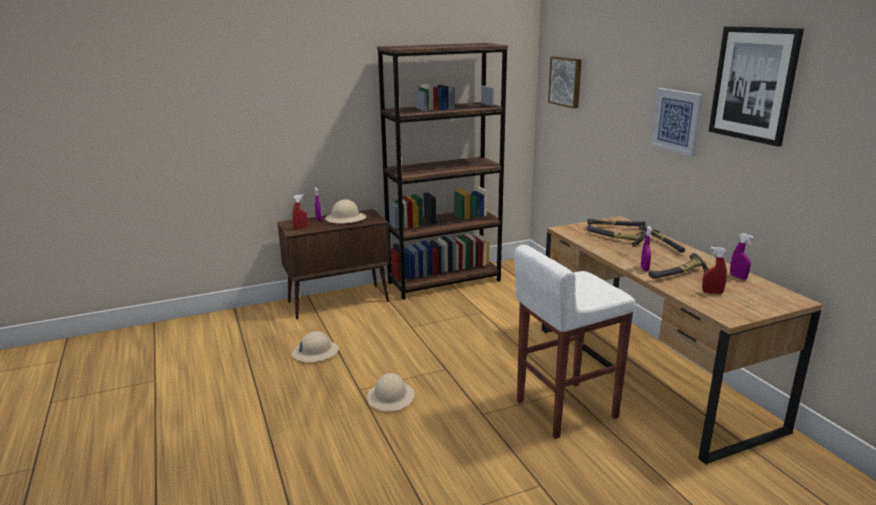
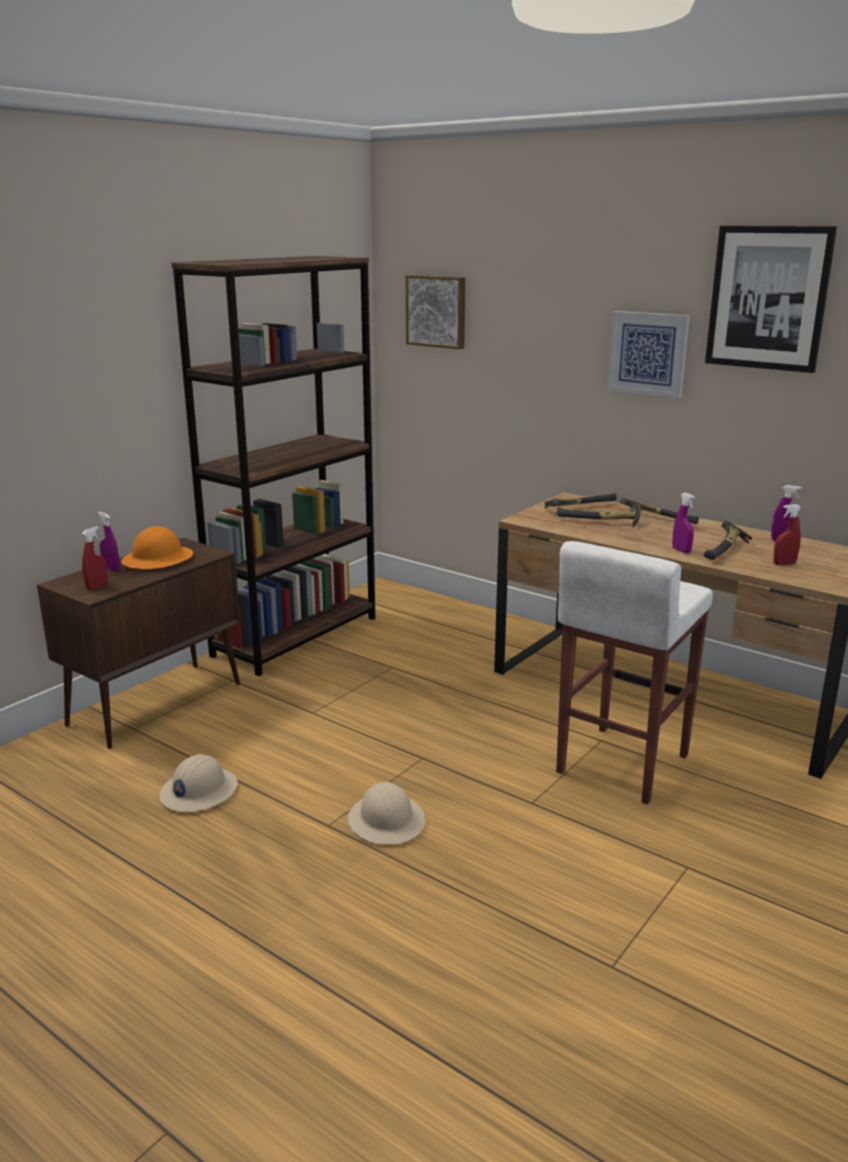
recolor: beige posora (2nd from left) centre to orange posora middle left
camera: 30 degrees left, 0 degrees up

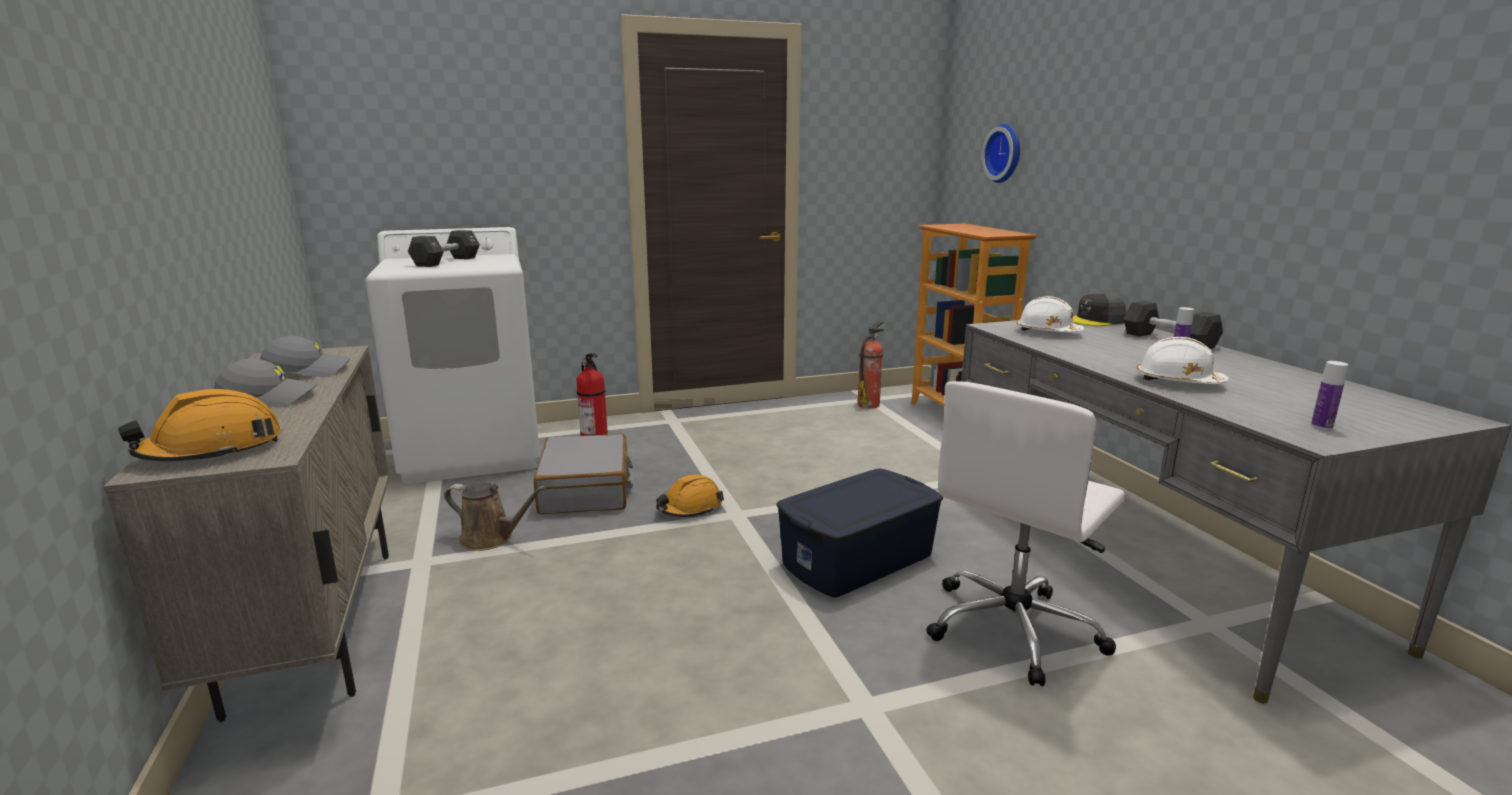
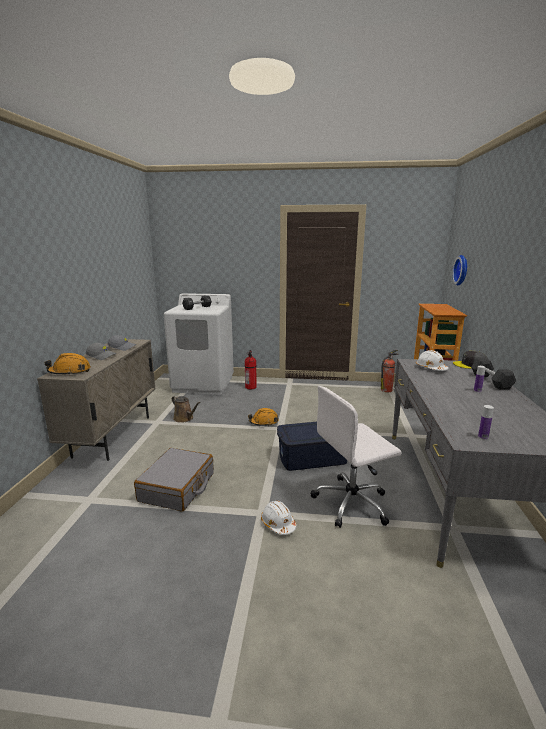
move: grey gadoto centre to middle left; white posora (2nd from left in the first image) middle right to white posora (1st from left) bottom centre
camera: 25 degrees right, 0 degrees up

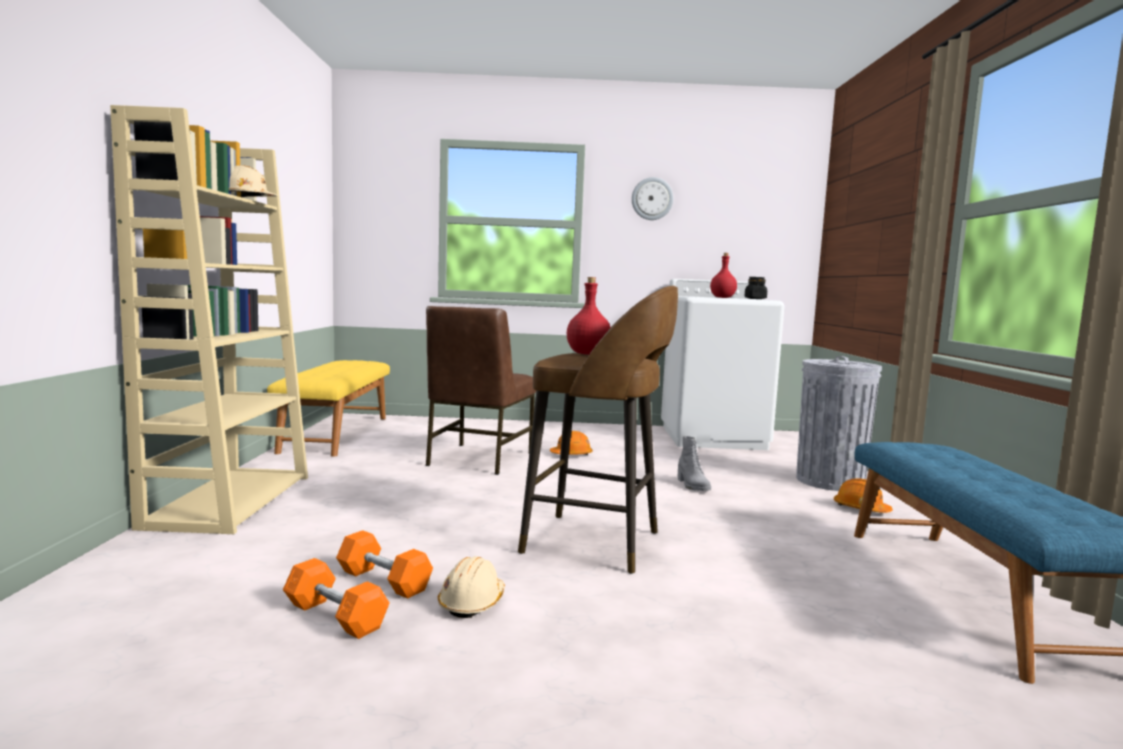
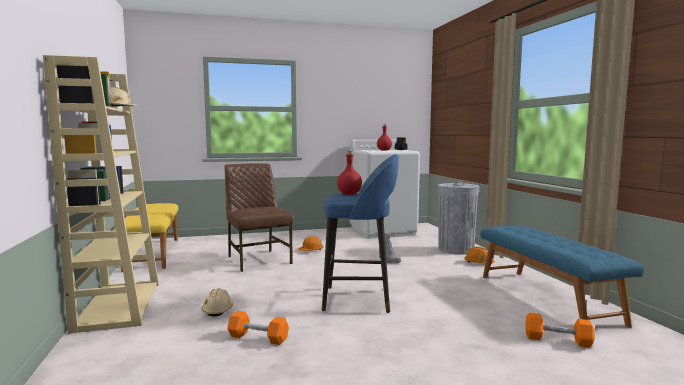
delete: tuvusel top centre
move: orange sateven (1st from left in the first image) bottom left to orange sateven (2nd from left) bottom right; beige posora (2nd from left) bottom centre to bottom left
recolor: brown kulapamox centre to blue kulapamox centre
rotate: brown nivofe centre = centre 150 degrees clockwise
camera: 15 degrees left, 0 degrees up

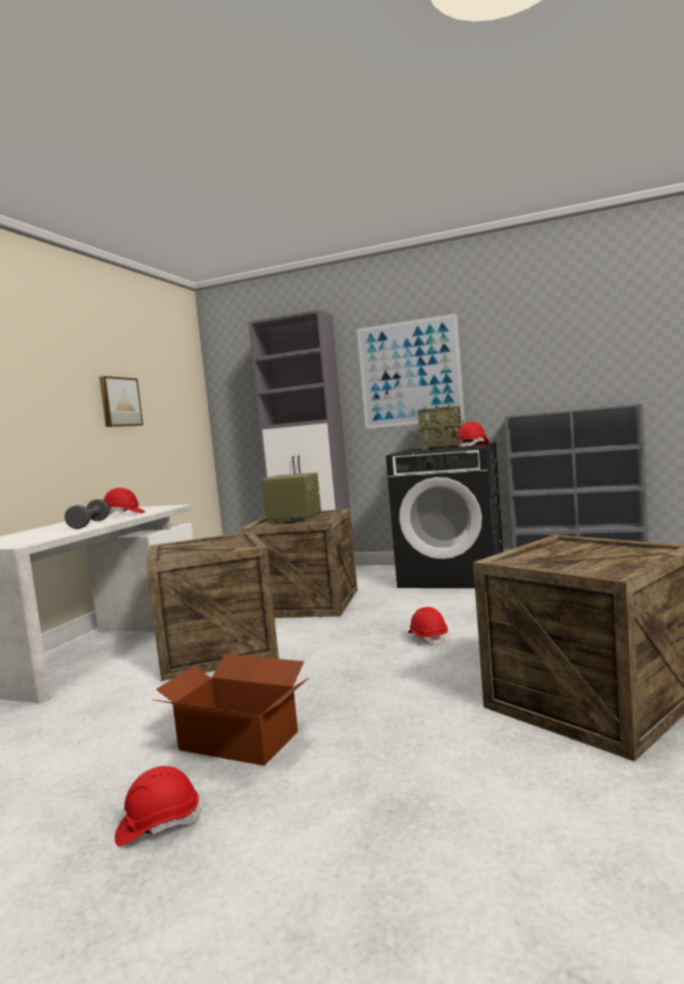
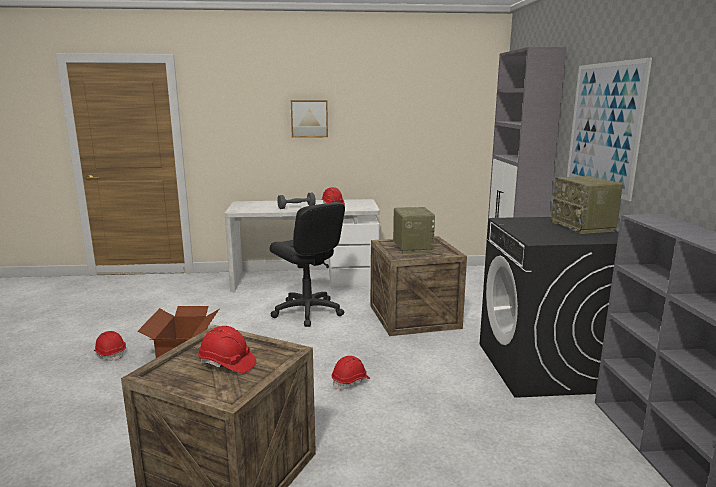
move: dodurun (1st from left) middle left to top centre; red posora (4th from left in the first image) middle right to red posora (2nd from left) bottom left
replace: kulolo (1st from left) middle left to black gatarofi centre
camera: 65 degrees right, 10 degrees up

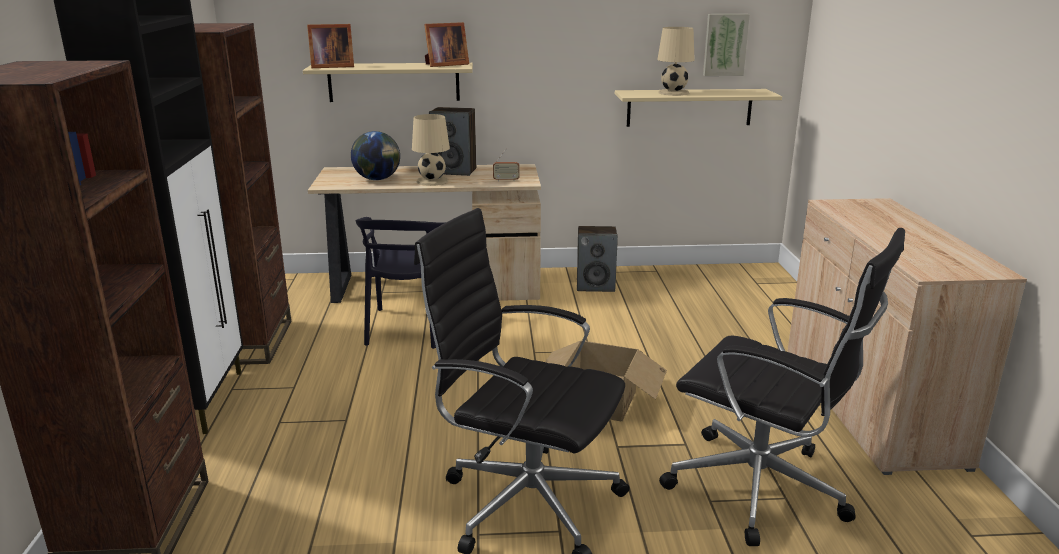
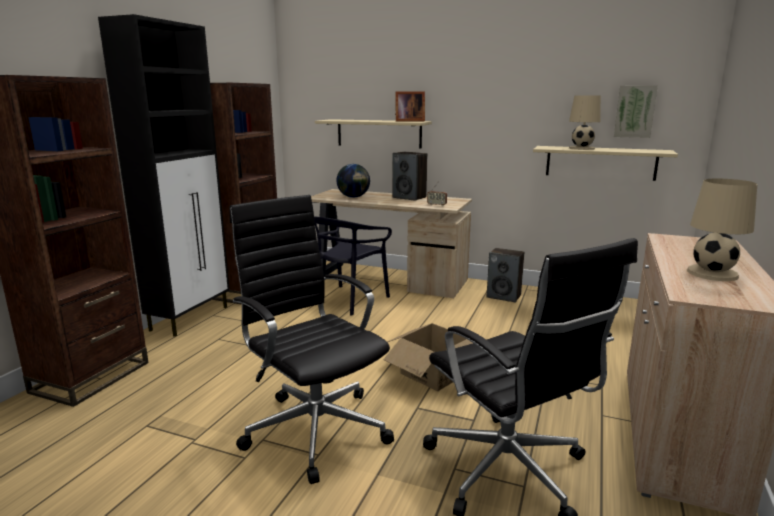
delete: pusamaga (1st from left) top left
move: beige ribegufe (1st from left in the first image) top centre to beige ribegufe (2nd from left) middle right
camera: 25 degrees right, 5 degrees down

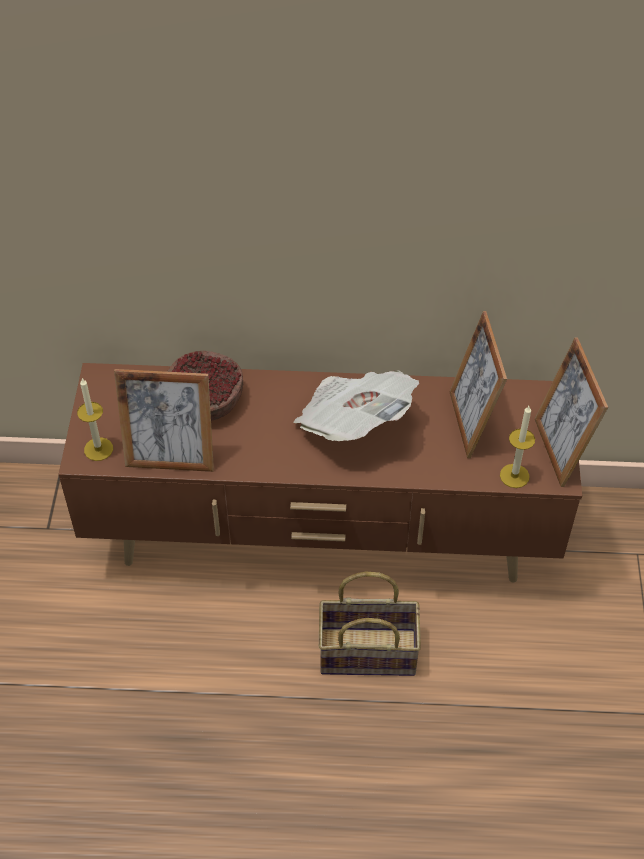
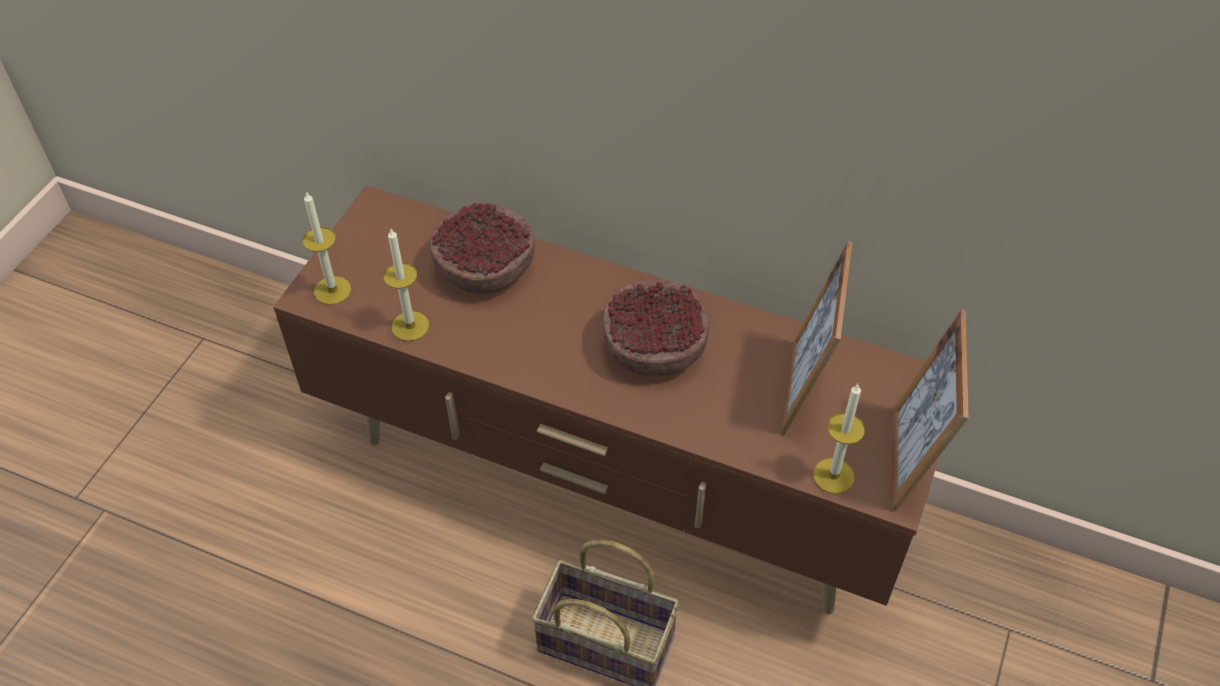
replace: pusamaga (1st from left) middle left to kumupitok (2nd from left) middle left; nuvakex centre to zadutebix (2nd from left) centre
camera: 20 degrees right, 0 degrees up

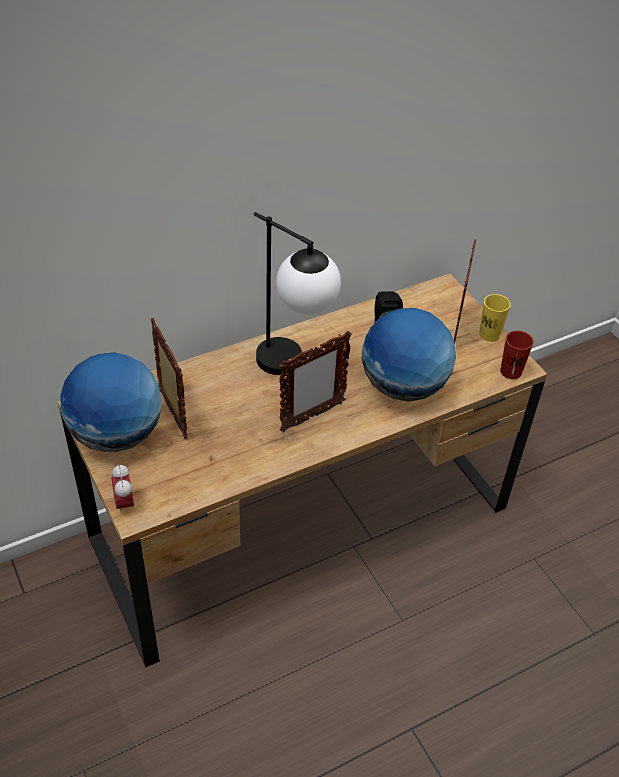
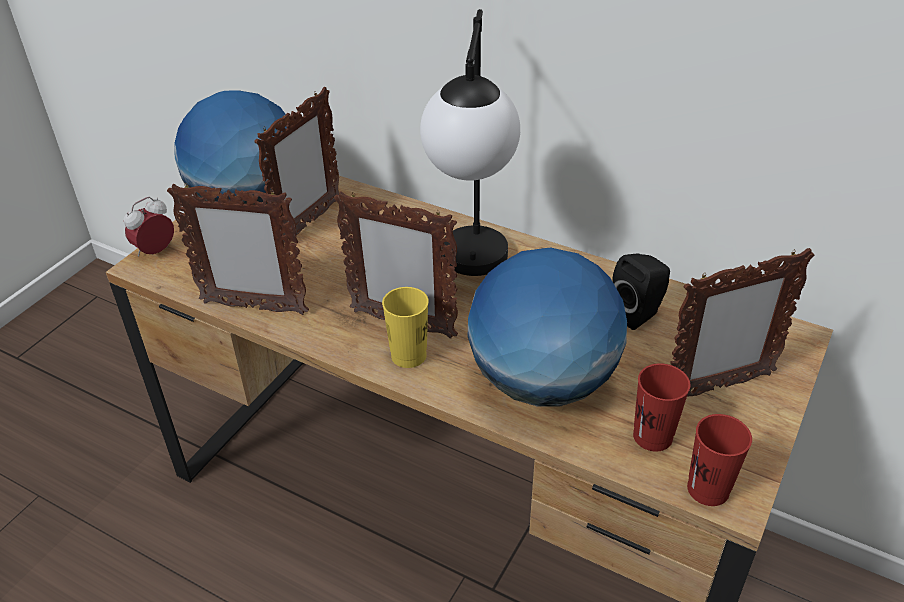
insert: pusamaga (1st from left) middle left; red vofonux (1st from left) bottom right
move: yellow vofonux middle right to centre
camera: 60 degrees right, 5 degrees down

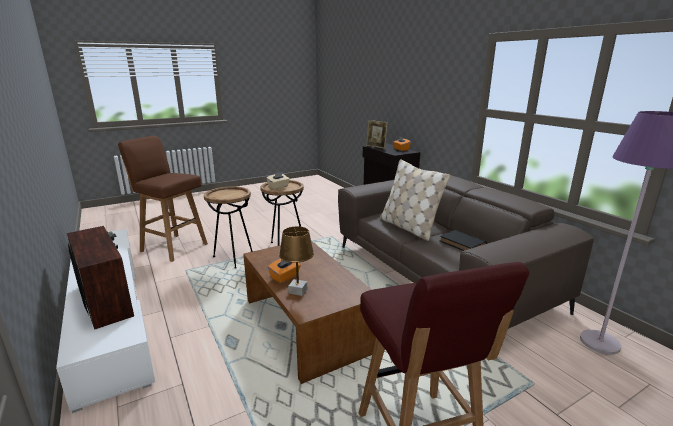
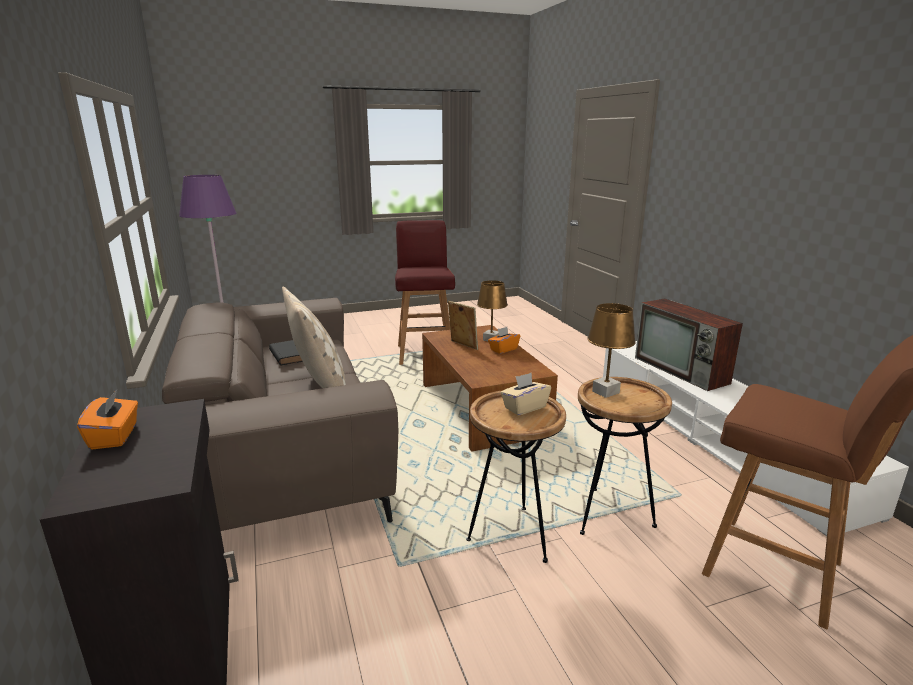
insert: brown ribegufe (2nd from left) middle right
move: pusamaga top centre to centre
camera: 170 degrees left, 0 degrees up

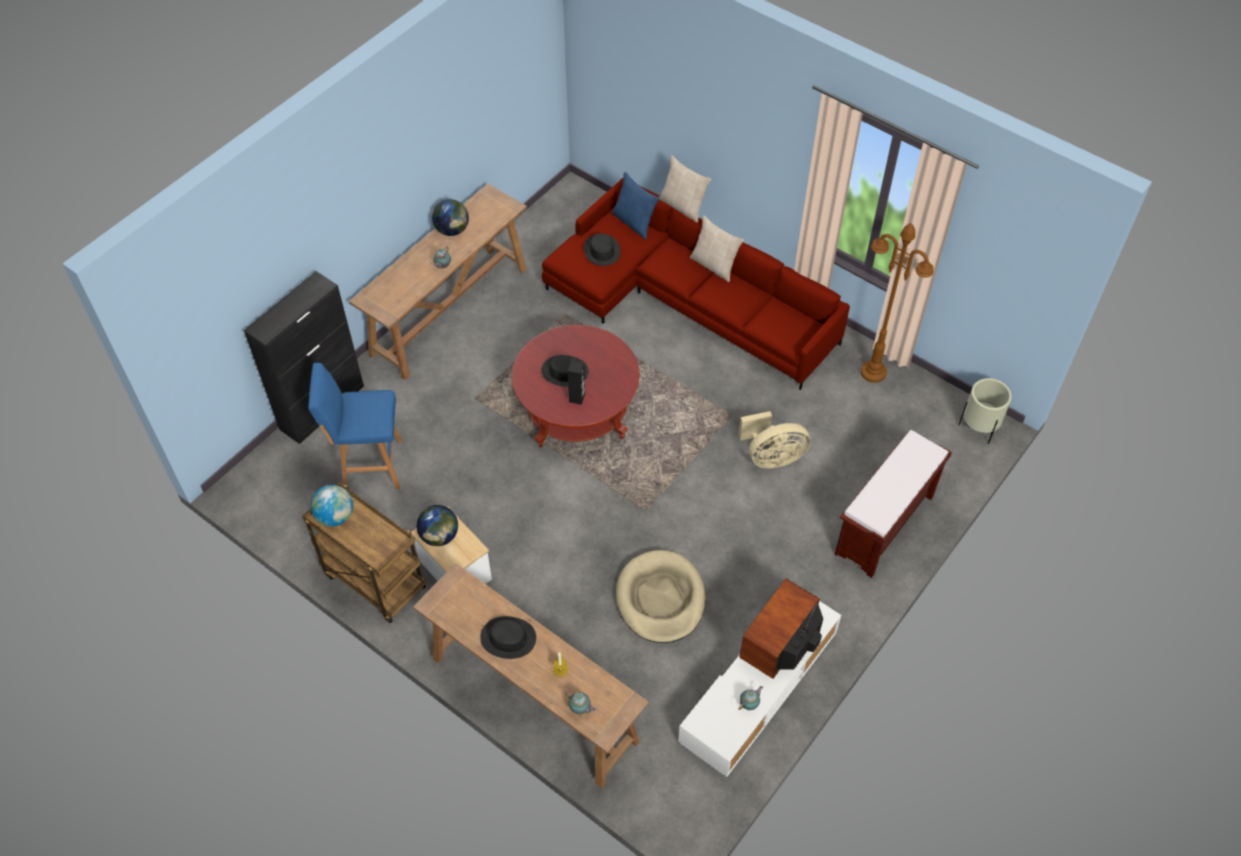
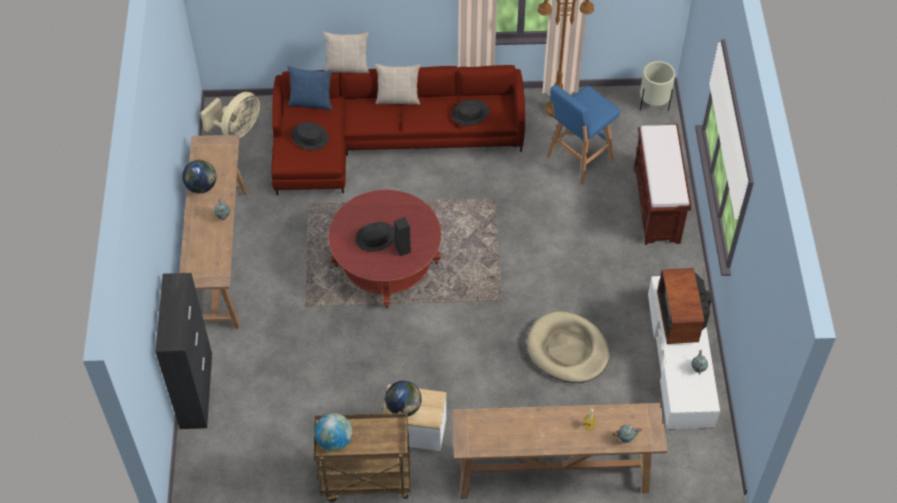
move: blue kulapamox middle left to top centre; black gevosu (1st from left in the first image) bottom centre to black gevosu (3rd from left) top centre; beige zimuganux centre to top left
camera: 40 degrees left, 0 degrees up

